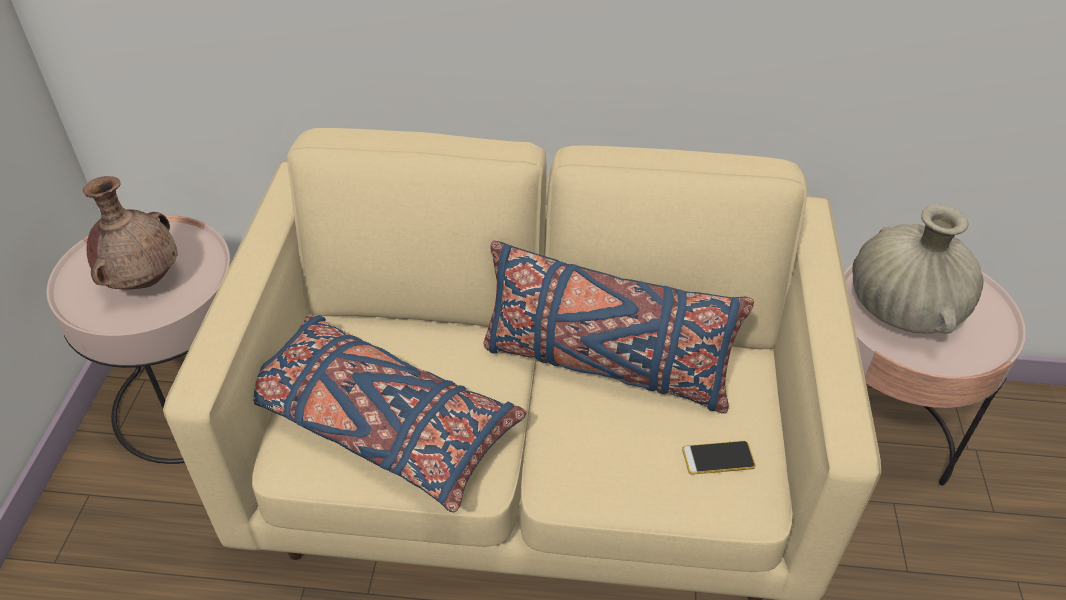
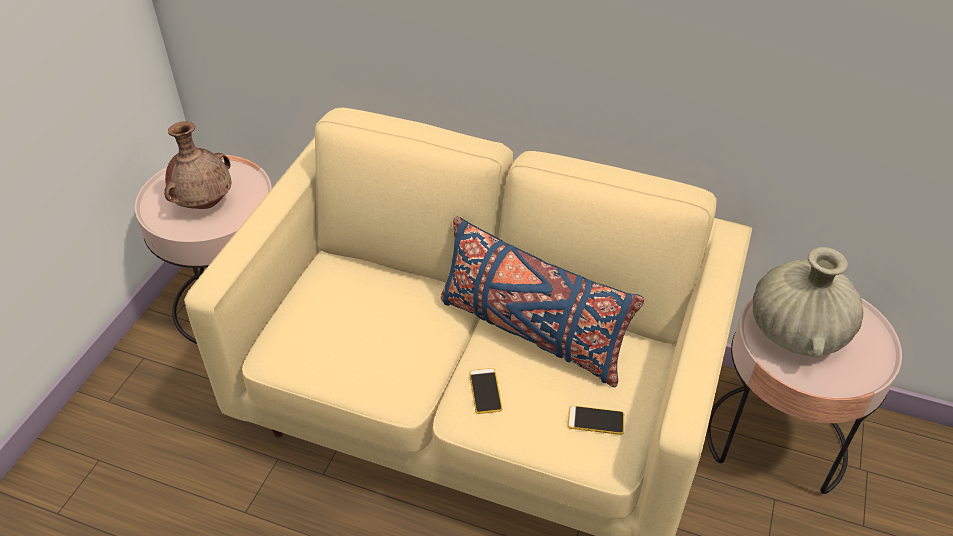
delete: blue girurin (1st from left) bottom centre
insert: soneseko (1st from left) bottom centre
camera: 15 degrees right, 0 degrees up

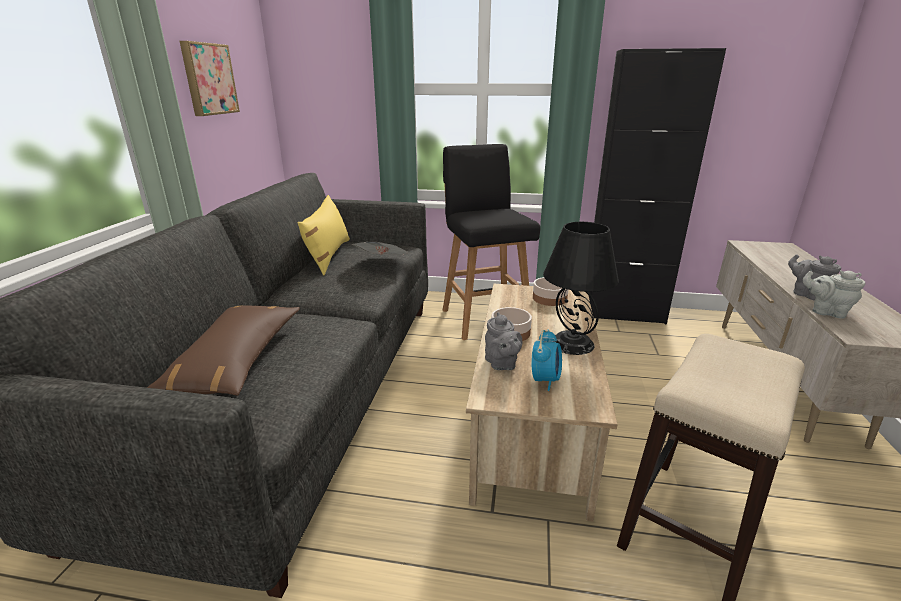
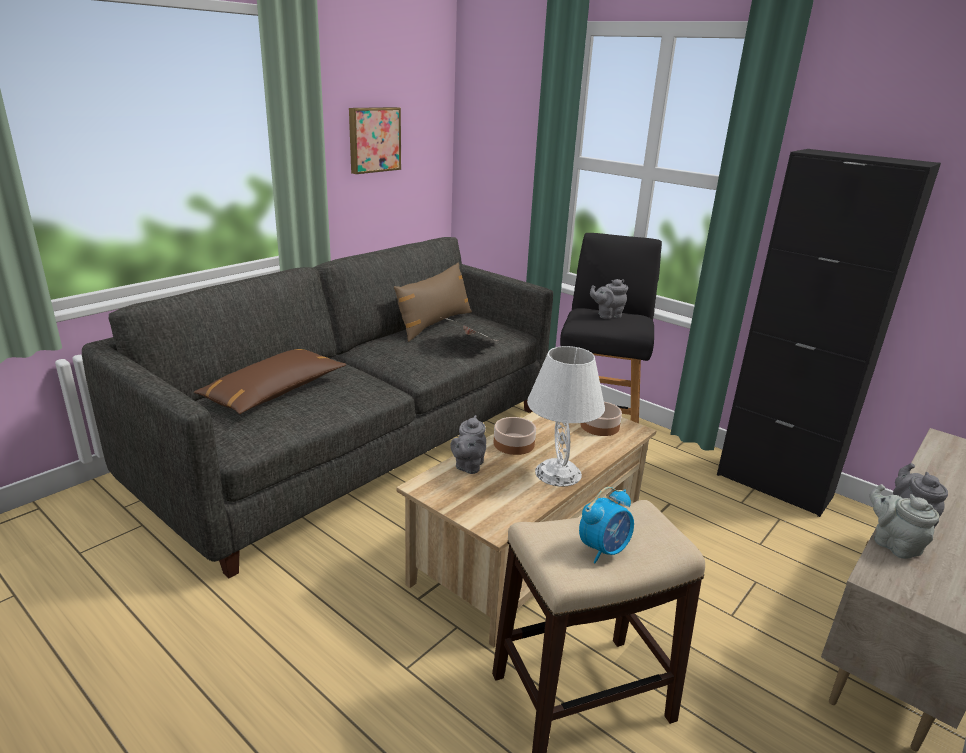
insert: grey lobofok (2nd from left) centre
move: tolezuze centre to bottom centre
recolor: yellow girurin centre to brown girurin (2nd from left) centre; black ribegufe centre to white ribegufe centre
camera: 30 degrees right, 0 degrees up

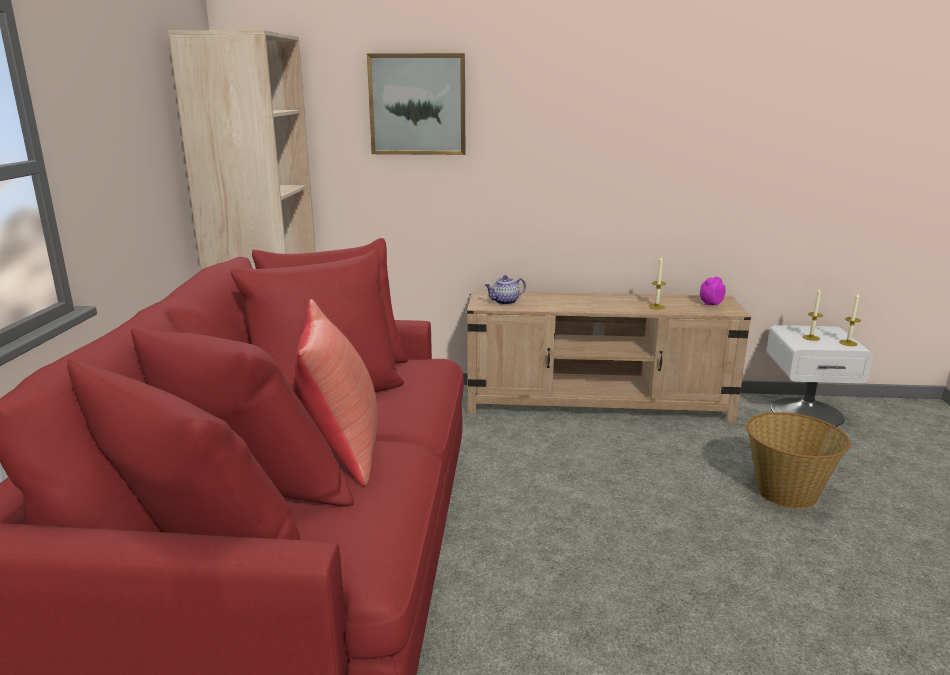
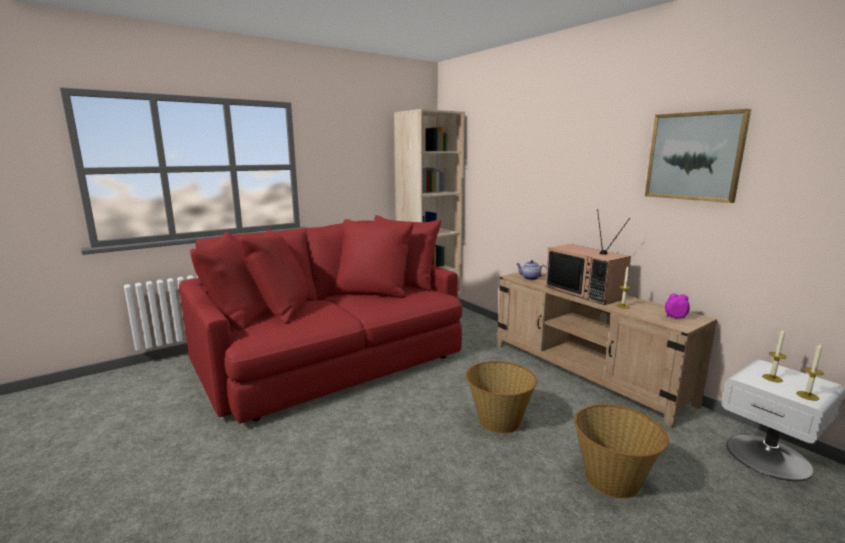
delete: red girurin centre
insert: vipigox (1st from left) bottom centre; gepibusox middle right
move: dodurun top centre to top right
camera: 50 degrees right, 5 degrees down

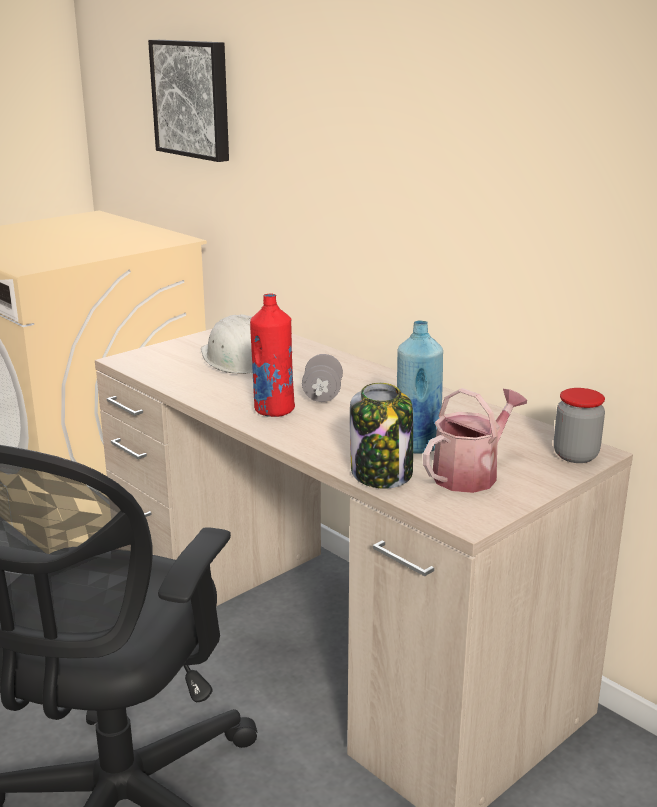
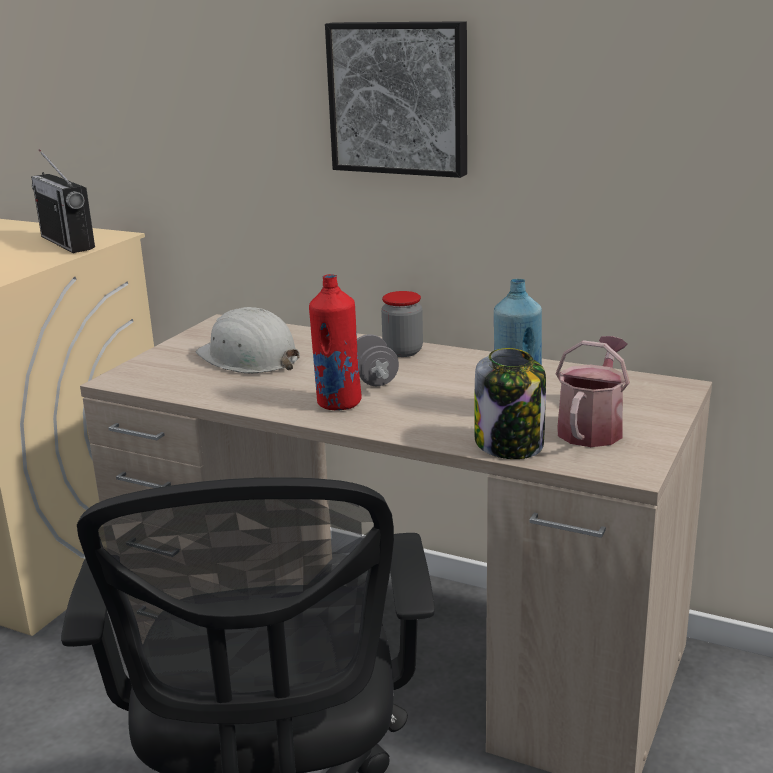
insert: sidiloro top left
move: dodurun top left to top centre; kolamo (2nd from left in the first image) middle right to kolamo (1st from left) centre
camera: 20 degrees left, 0 degrees up

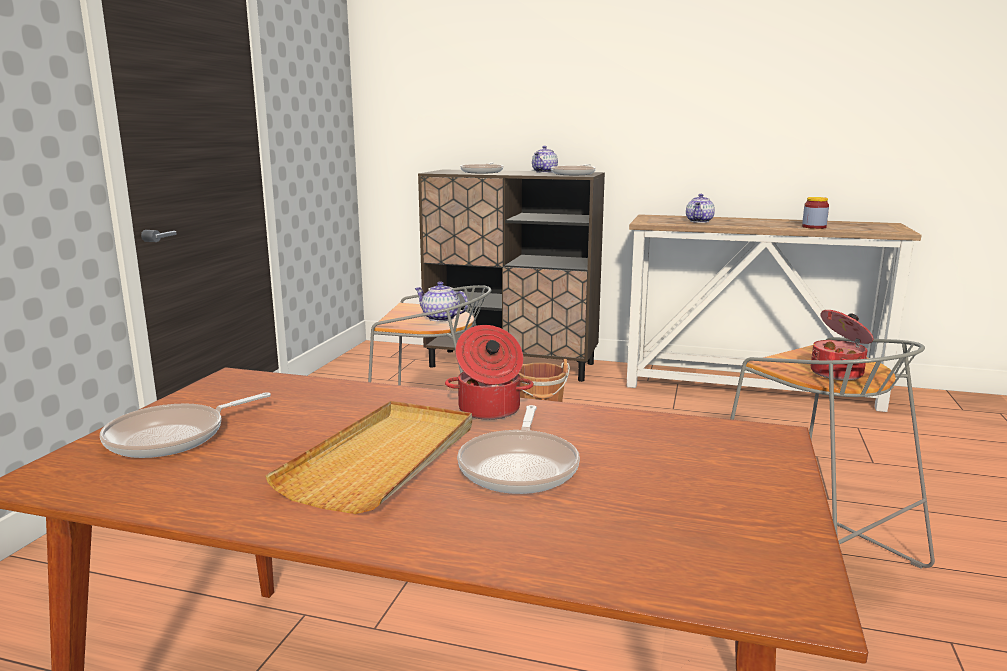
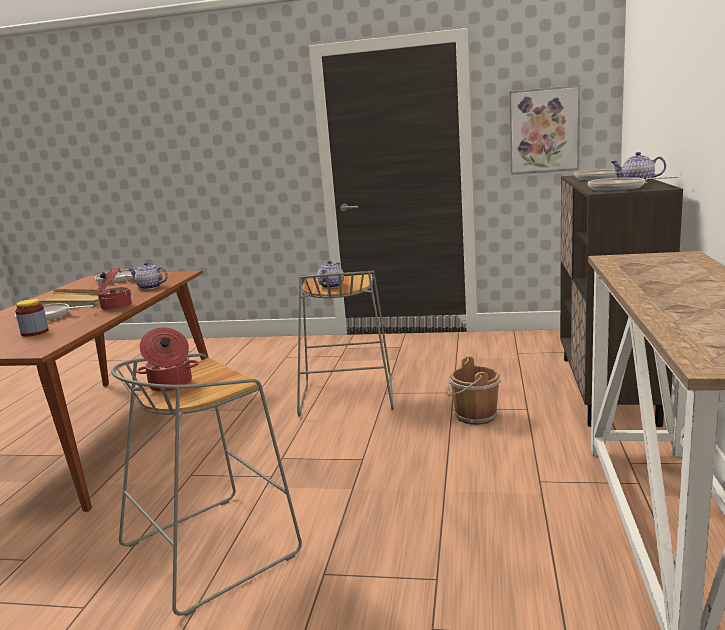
insert: dodurun top right
move: lobofok (3rd from left in the first image) top right to lobofok (1st from left) middle left; kolamo top right to middle left
camera: 85 degrees right, 0 degrees up

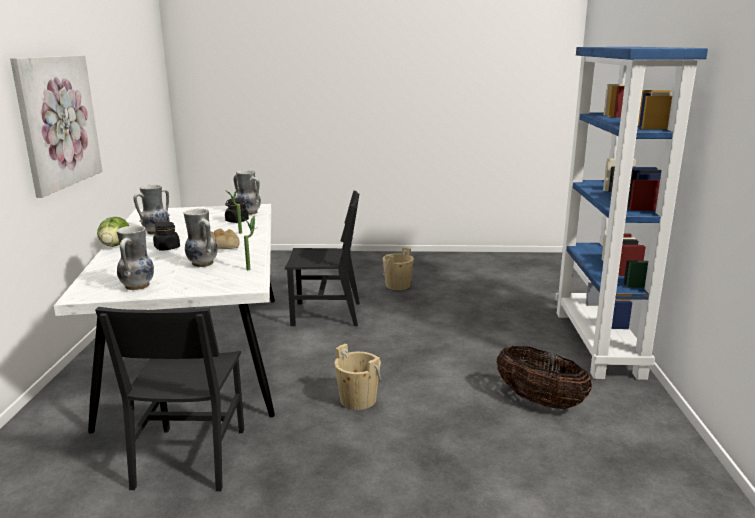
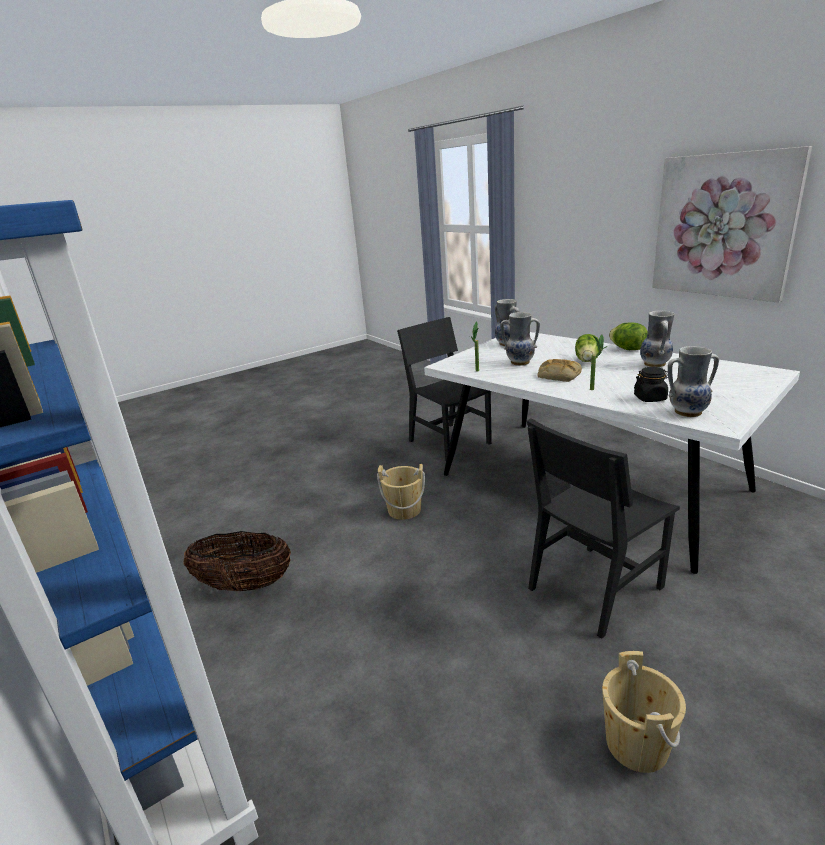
replace: black kolamo (1st from left) middle left to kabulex (1st from left) middle right
camera: 145 degrees right, 5 degrees up

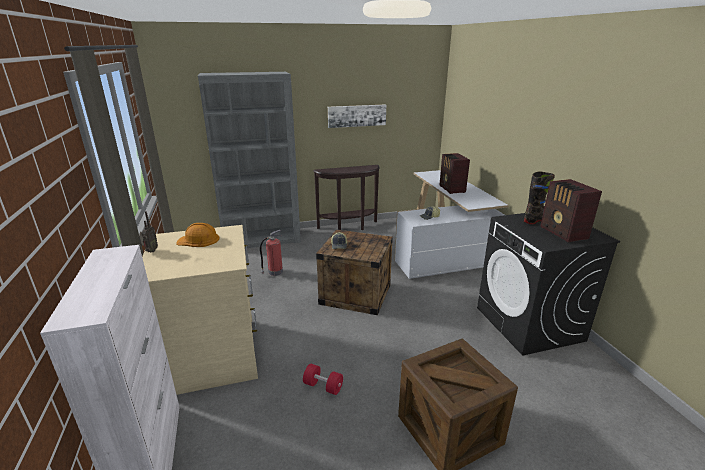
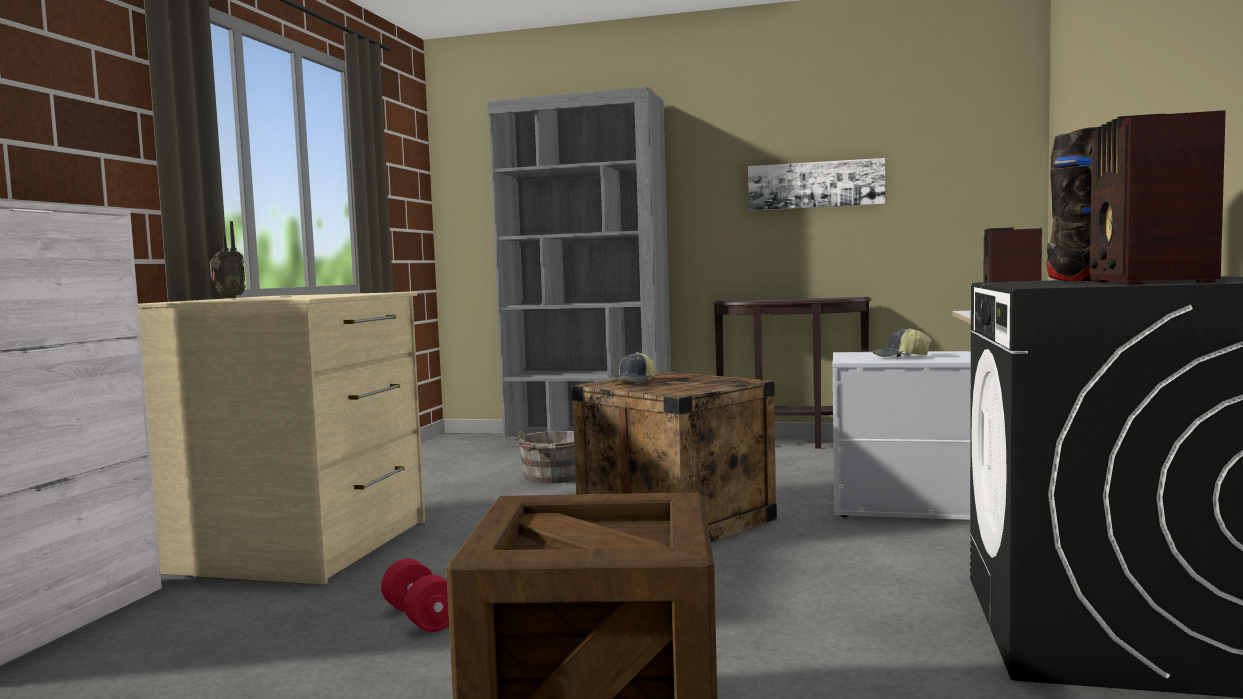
delete: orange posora middle left
replace: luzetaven centre to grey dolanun centre
camera: 30 degrees right, 20 degrees down

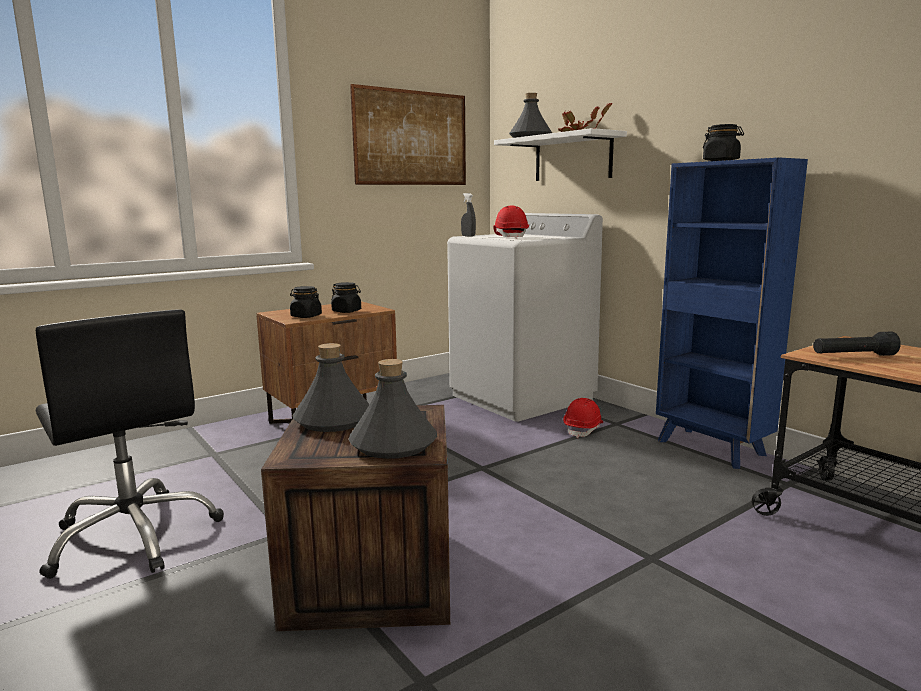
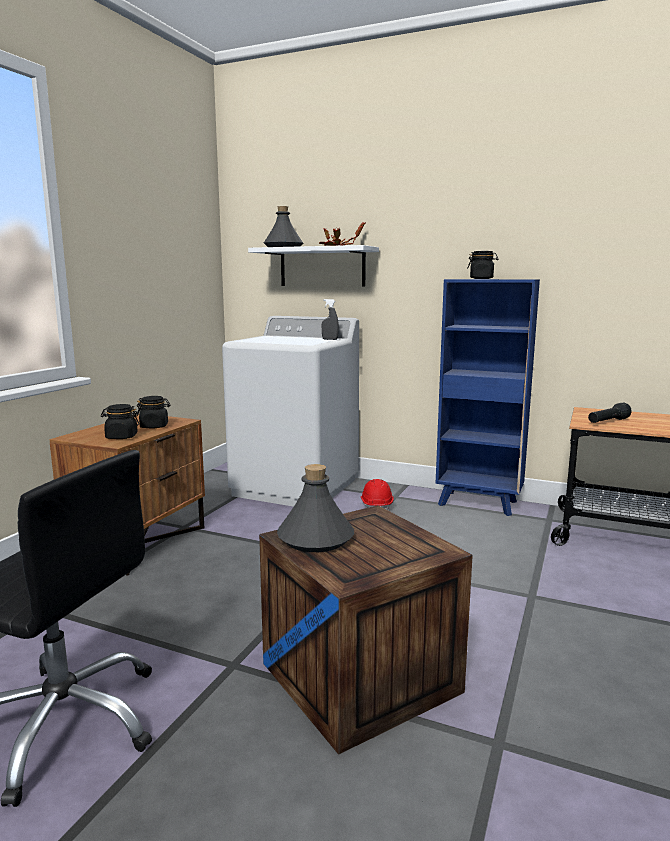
delete: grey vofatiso (2nd from left) centre; dodurun top centre; red posora (1st from left) top centre
move: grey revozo top centre to centre
camera: 30 degrees left, 0 degrees up

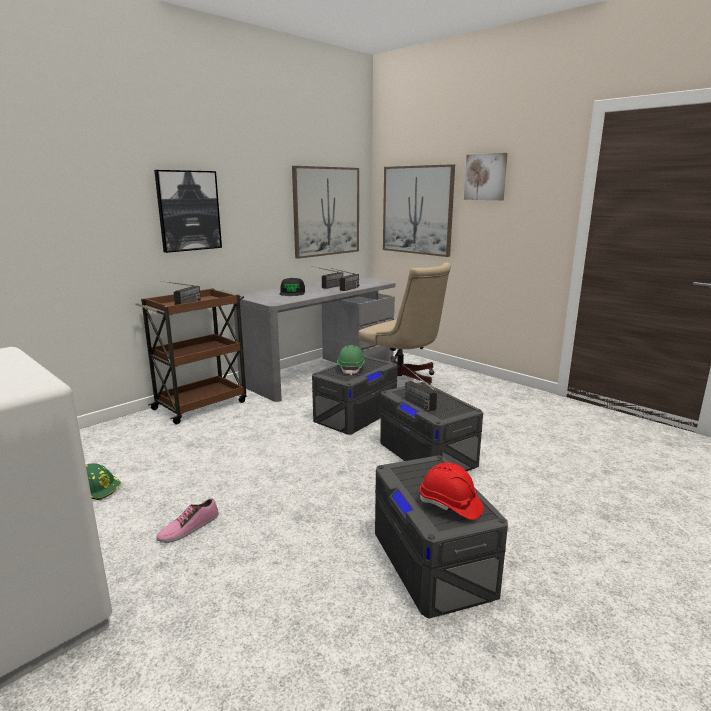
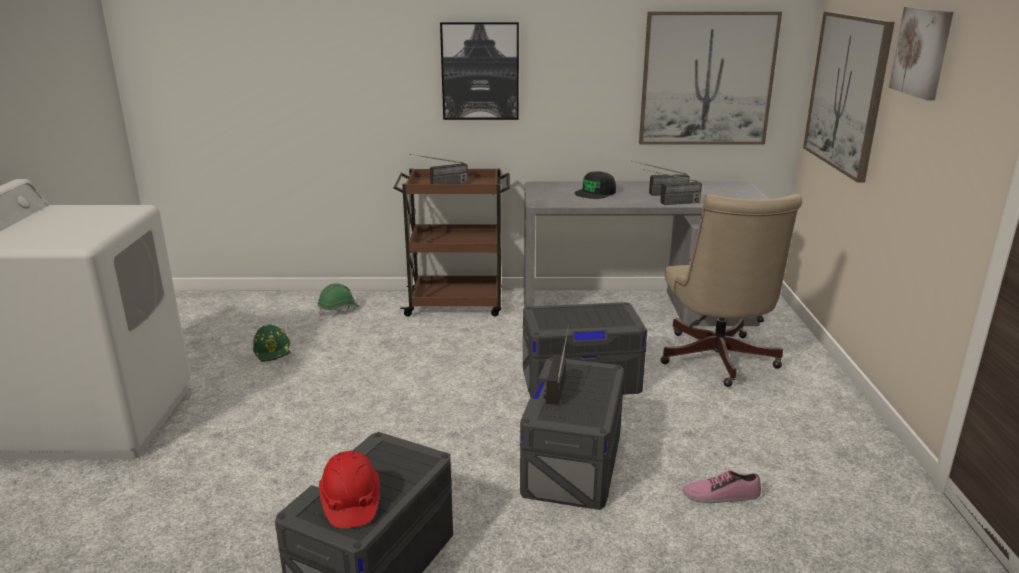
move: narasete bottom left to bottom right; green posora (2nd from left) centre to middle left
camera: 45 degrees right, 5 degrees up

